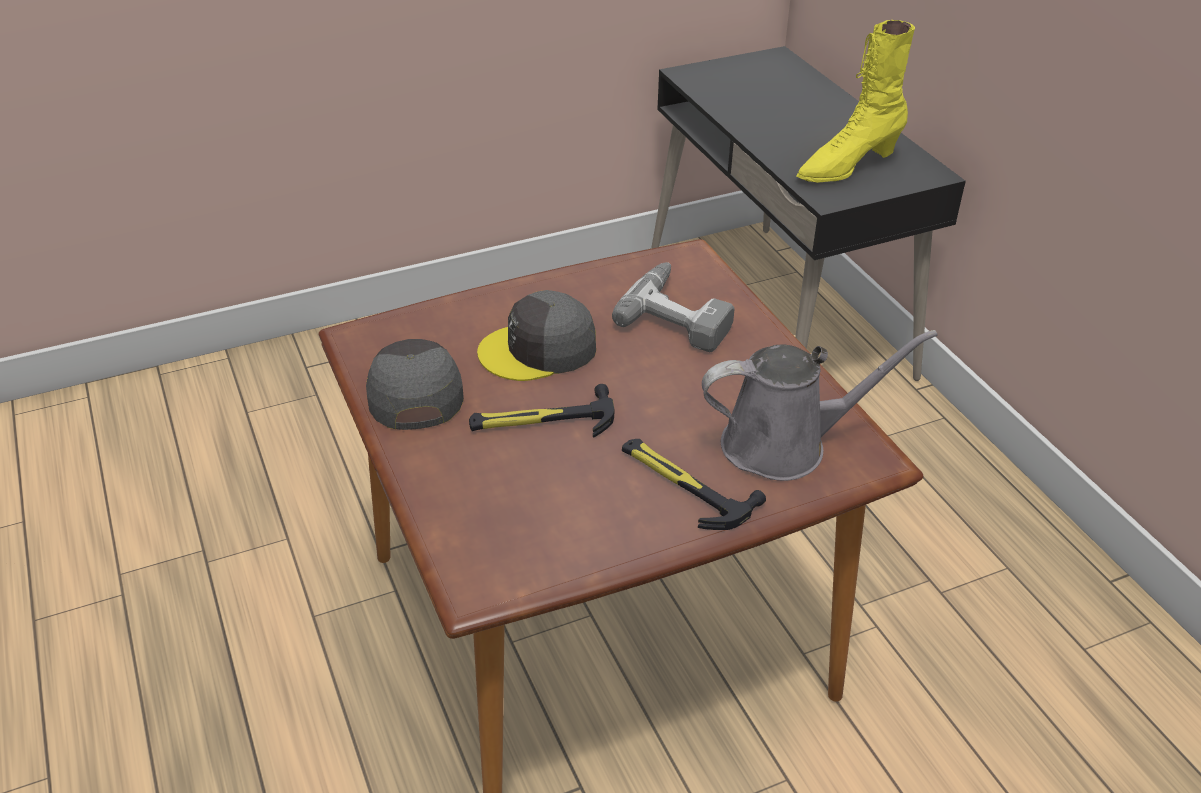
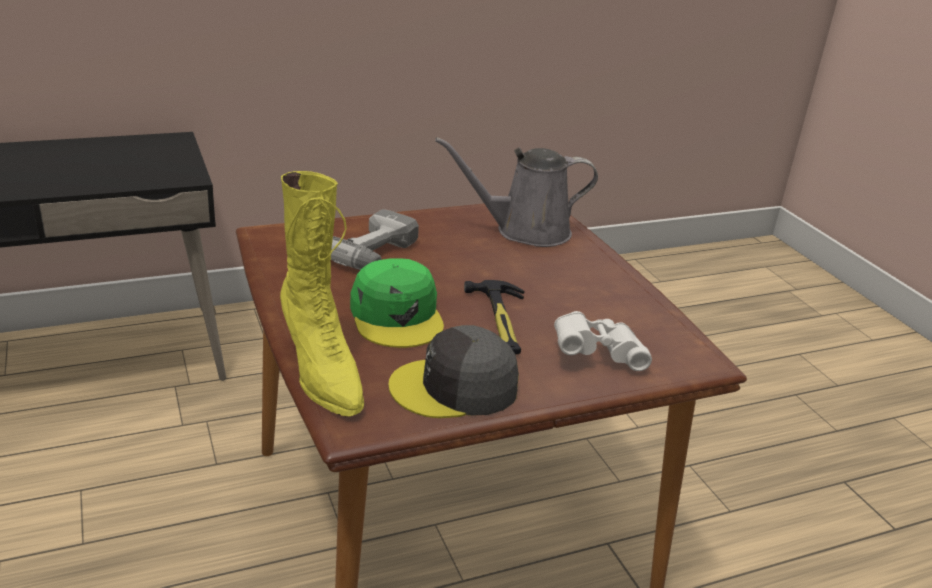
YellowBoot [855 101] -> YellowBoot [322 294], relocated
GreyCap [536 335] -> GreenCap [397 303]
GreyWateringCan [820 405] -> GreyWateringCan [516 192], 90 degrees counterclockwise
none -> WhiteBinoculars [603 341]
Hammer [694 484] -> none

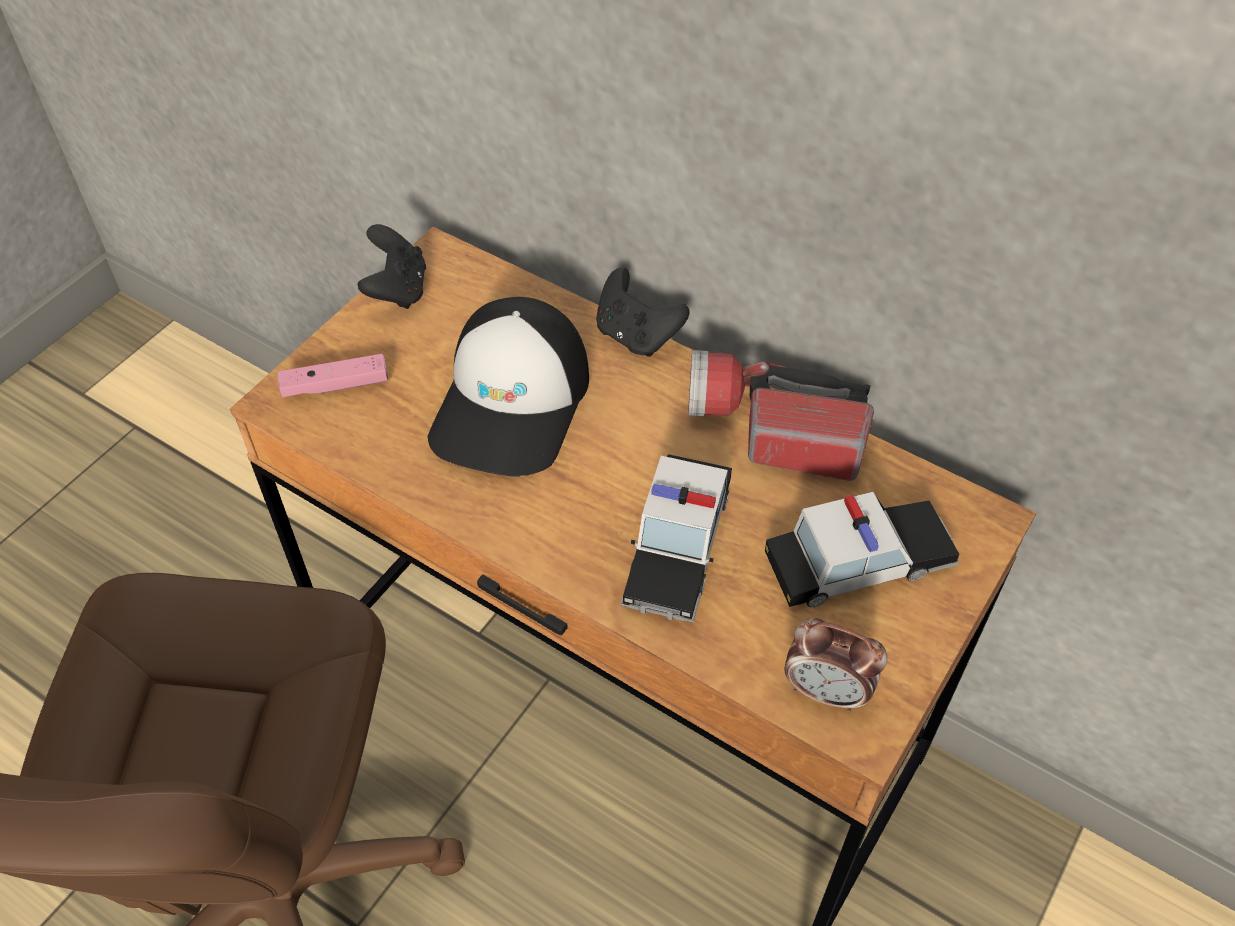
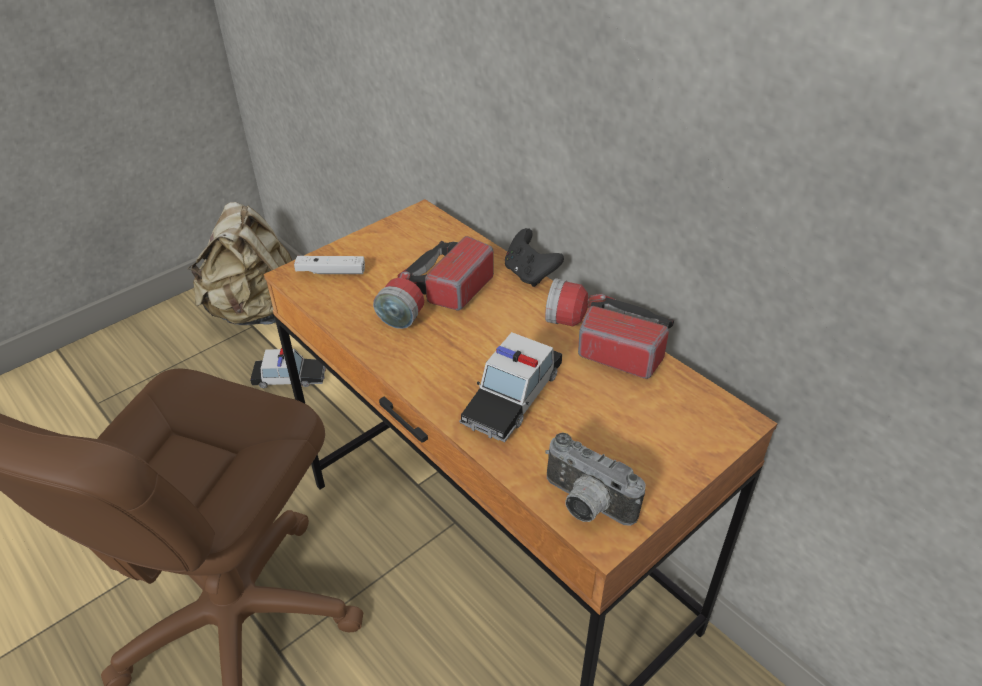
none -> BeigeBackpack [239 263]
ToyCar [862 549] -> ToyCar [288 368], relocated
PinkGameController [333 375] -> WhiteGameController [329 265]
Cap [508 387] -> Flashlight [433 282]
AlarmClock [835 665] -> PhotoCamera [595 479]
BlackGameController [392 266] -> none

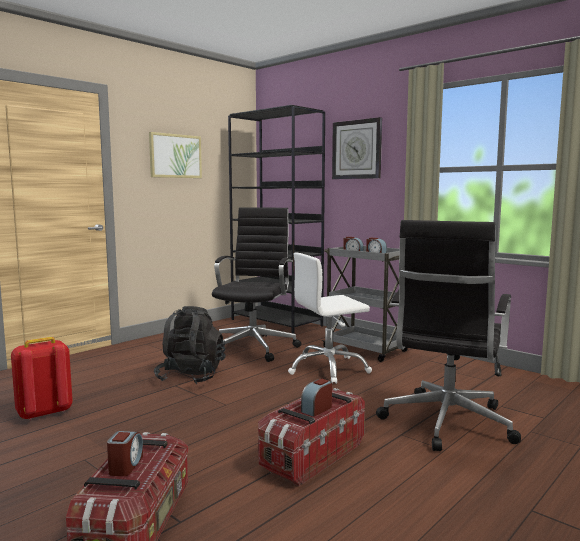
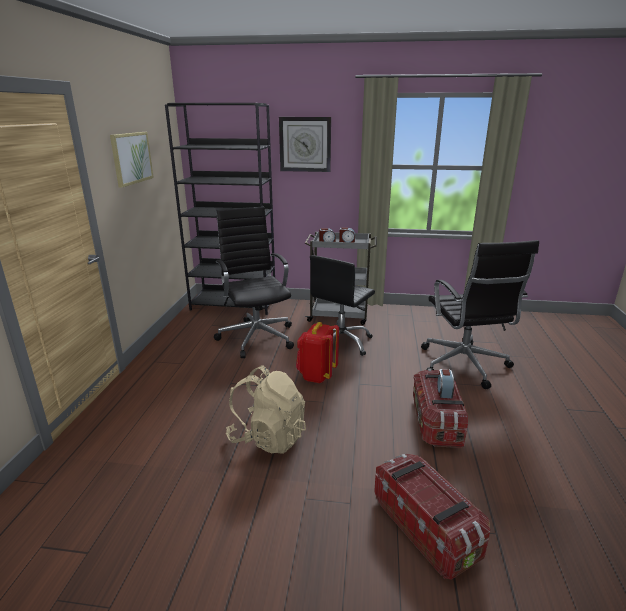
none -> BeigeBackpack [266 409]
RedBackpack [42 378] -> RedBackpack [317 352], relocated
WhiteOfficeChair [330 318] -> BlackOfficeChair [342 305]
AlarmClock [125 453] -> none
BlackBackpack [190 345] -> none

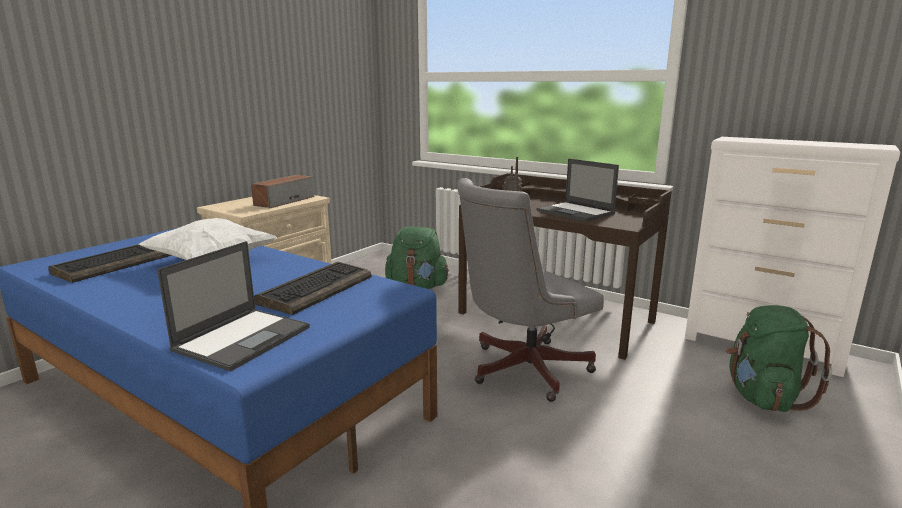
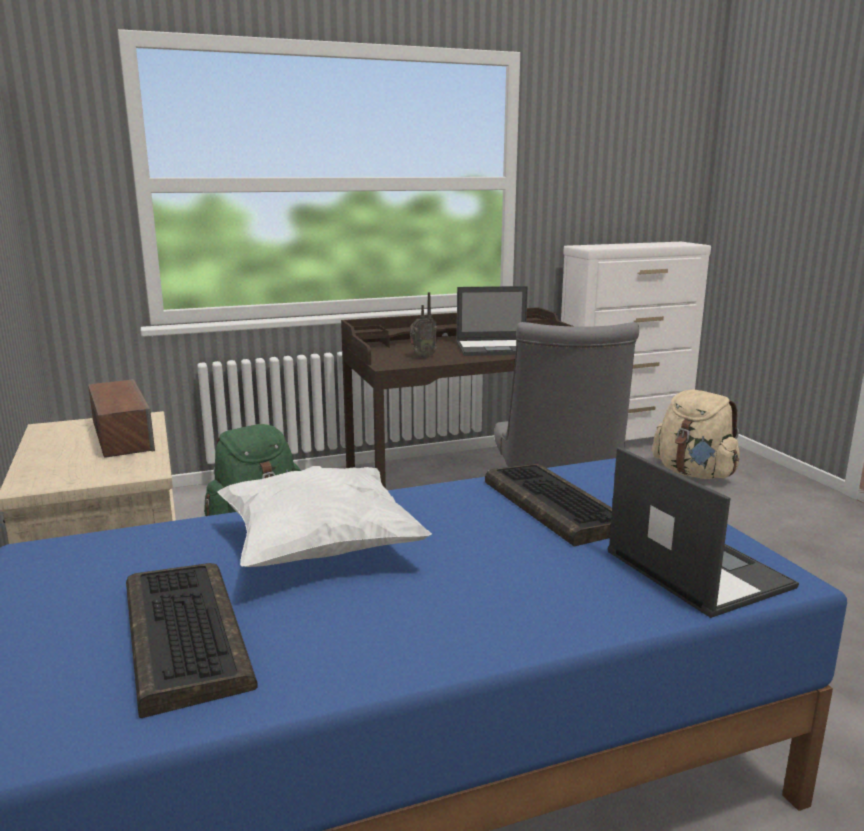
GreenBackpack [779 358] -> BeigeBackpack [696 434]

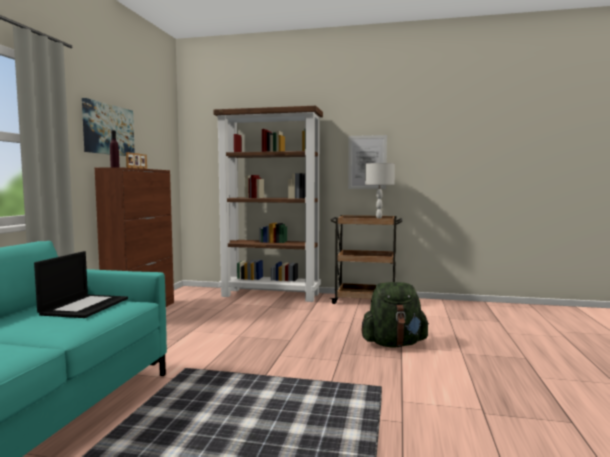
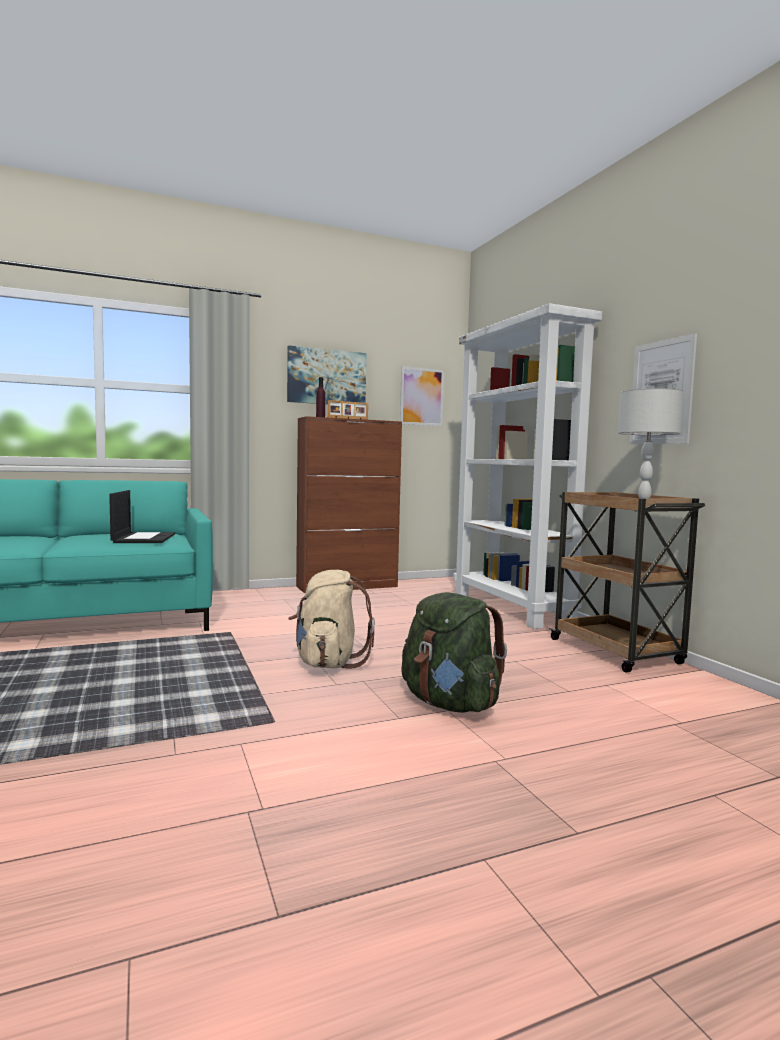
Laptop [81 284] -> Laptop [142 516], 75 degrees counterclockwise
none -> BeigeBackpack [331 619]
none -> Picture [422 396]
BrownBookcase [268 204] -> WhiteBookcase [527 466]

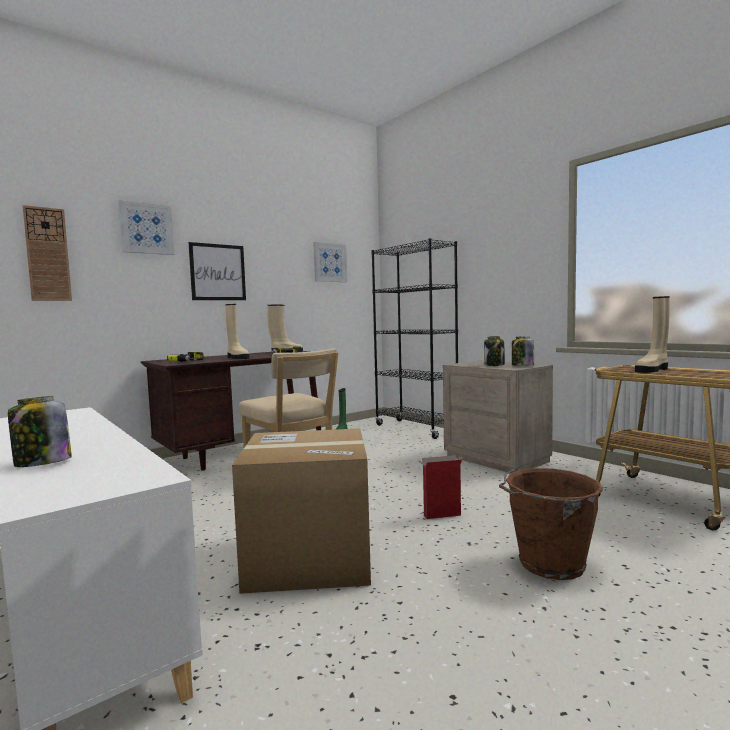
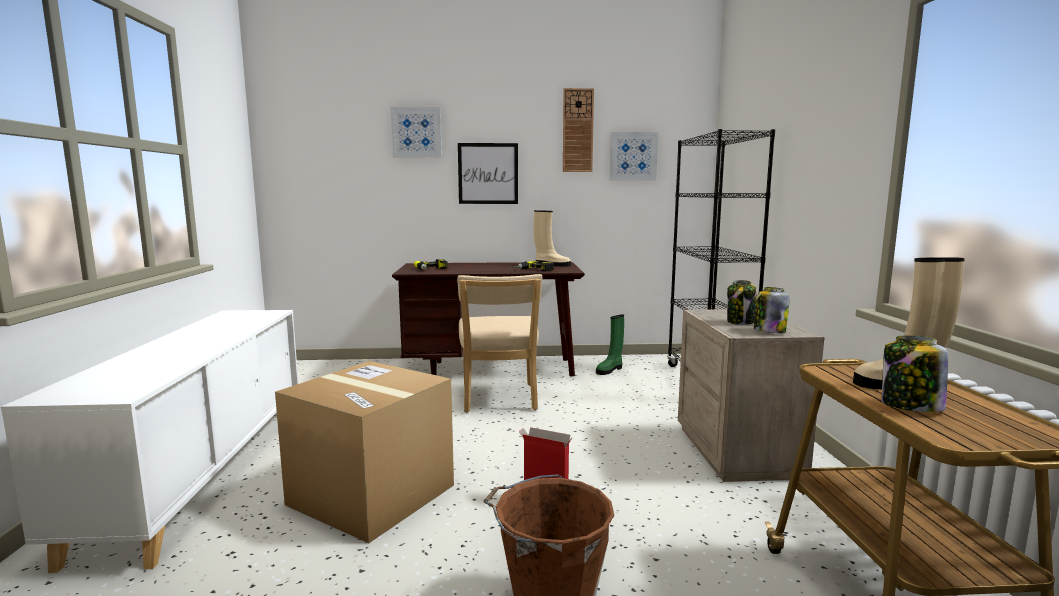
WallClock [47 253] -> WallClock [578 130], relocated
Jar [40 431] -> Jar [915 374], relocated
BeigeBoot [237 331] -> none

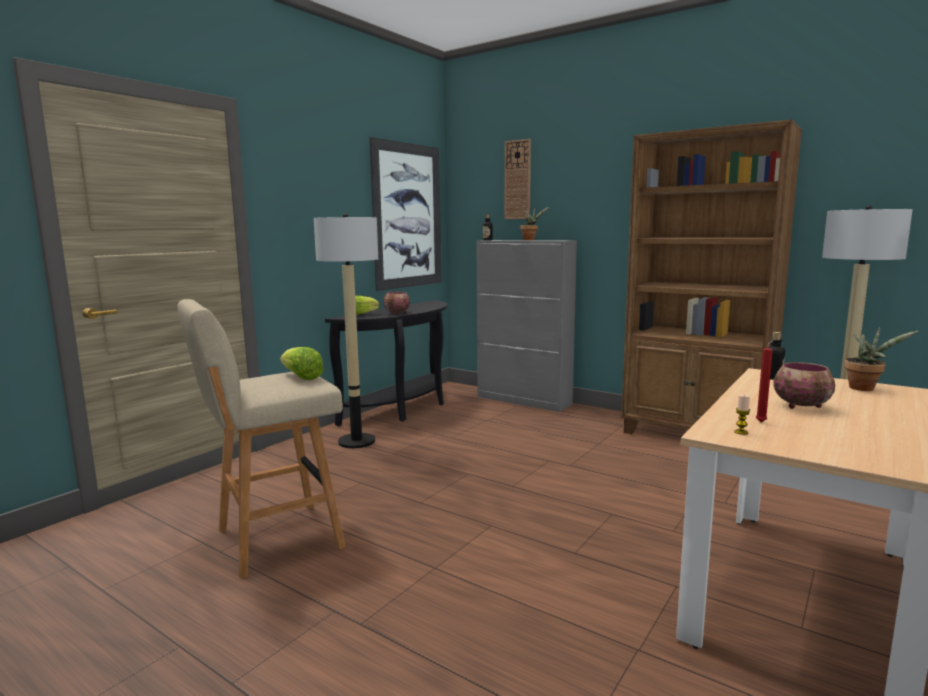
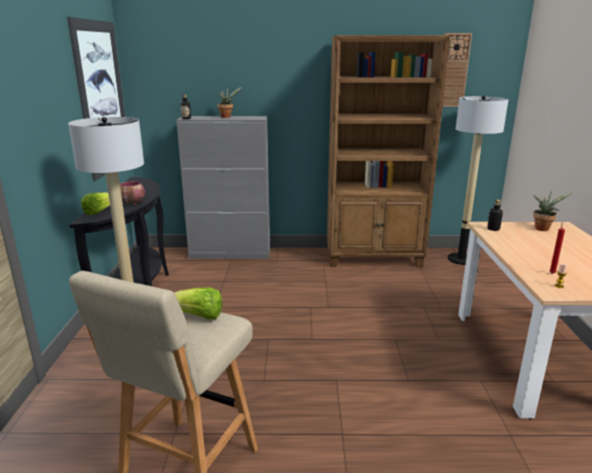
WallClock [518 179] -> WallClock [457 70], relocated
Bowl [804 385] -> none

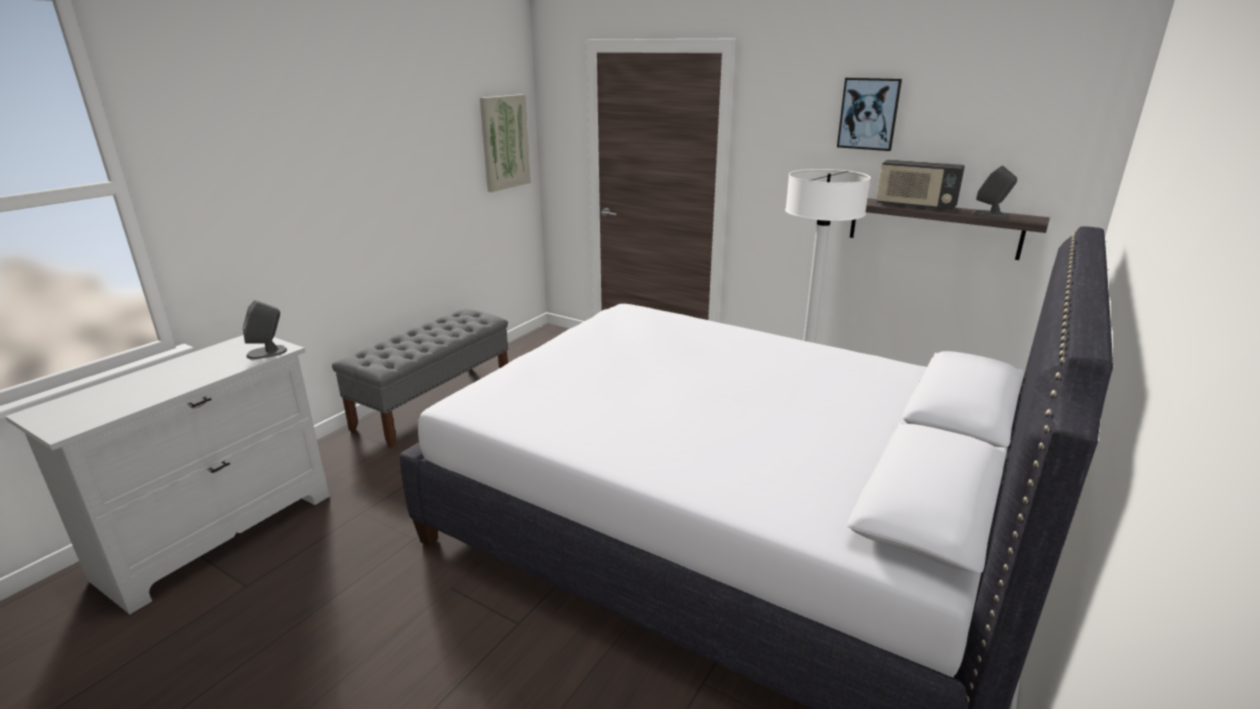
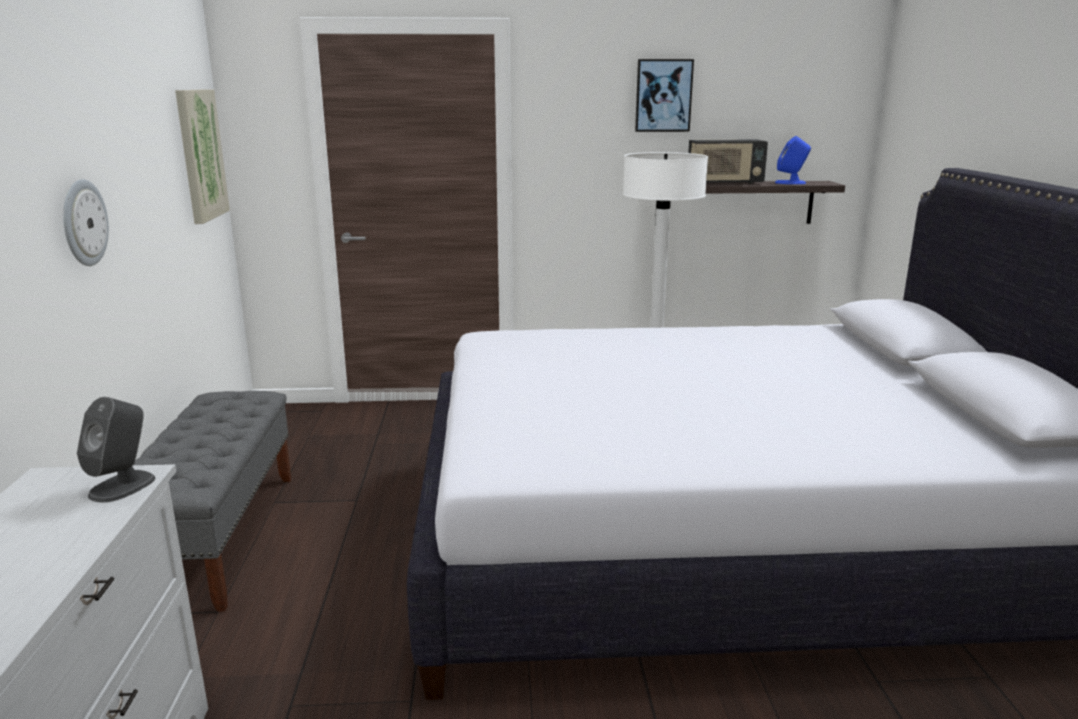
none -> WallClock [86 222]
GreySpeaker [995 191] -> BlueSpeaker [793 160]

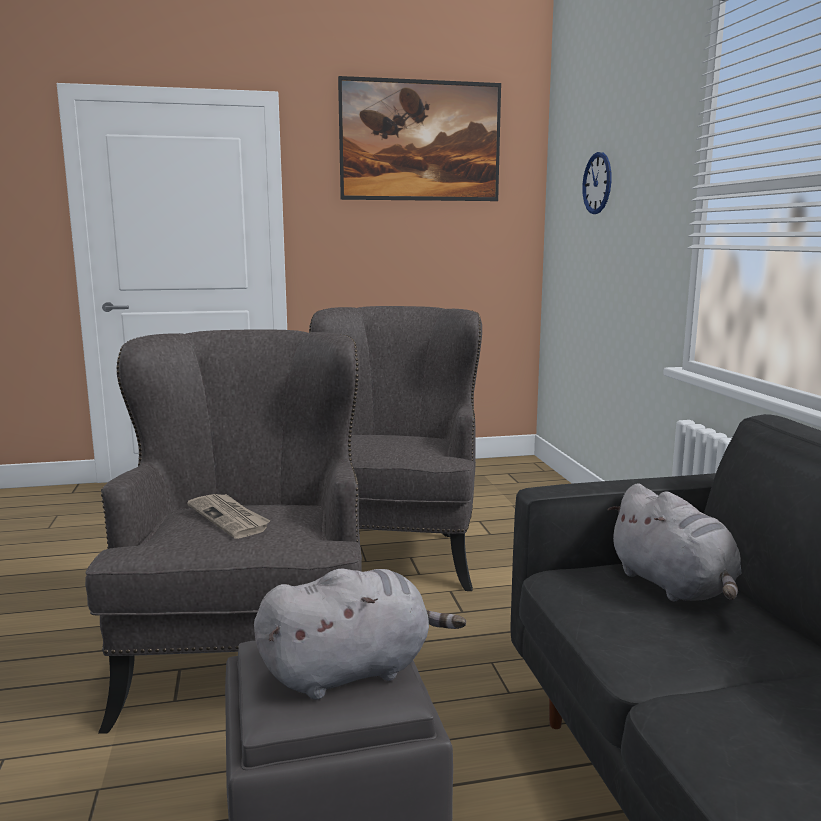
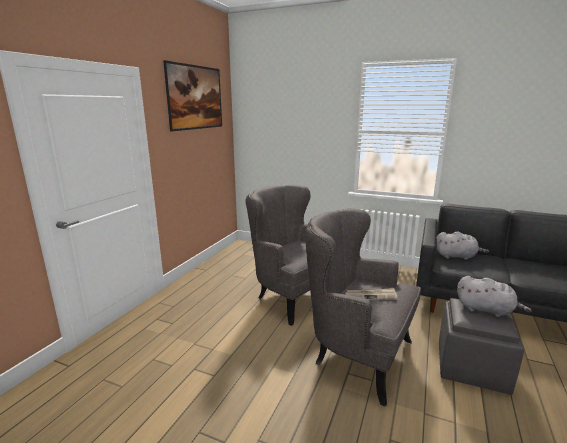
GreyPlushToy [360 634] -> GreyPlushToy [494 296], 105 degrees clockwise
WallClock [597 183] -> none

